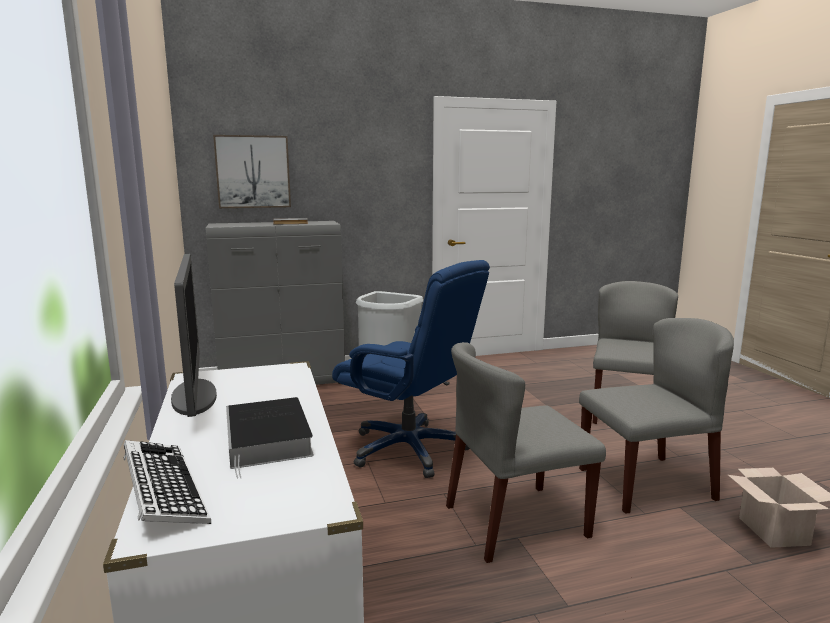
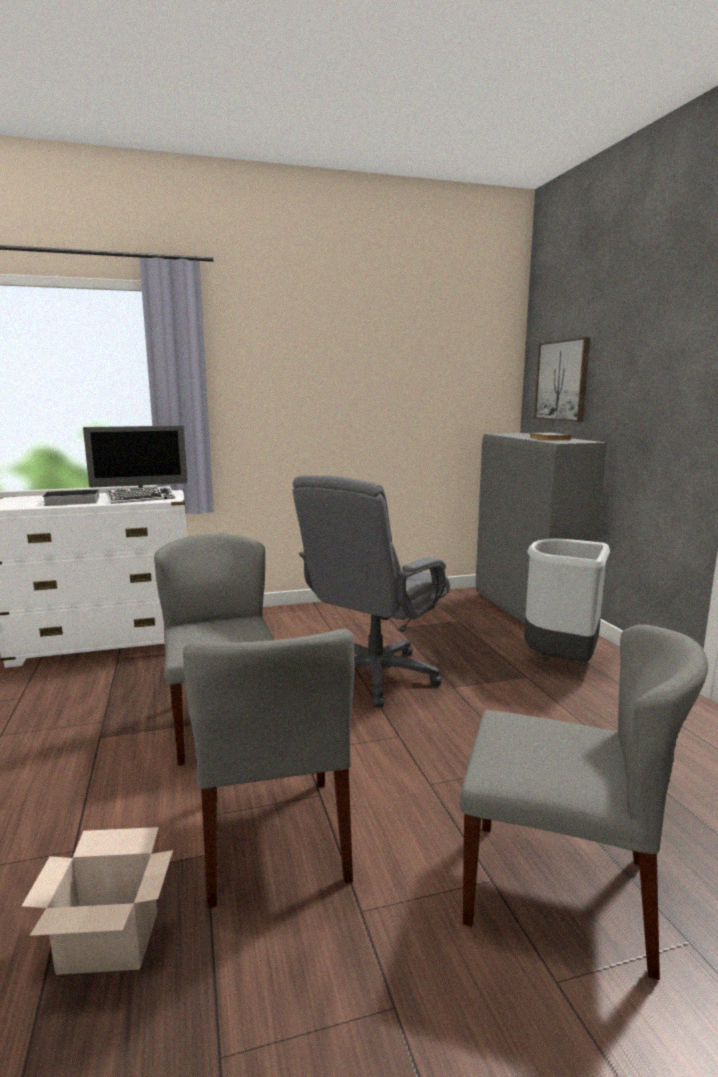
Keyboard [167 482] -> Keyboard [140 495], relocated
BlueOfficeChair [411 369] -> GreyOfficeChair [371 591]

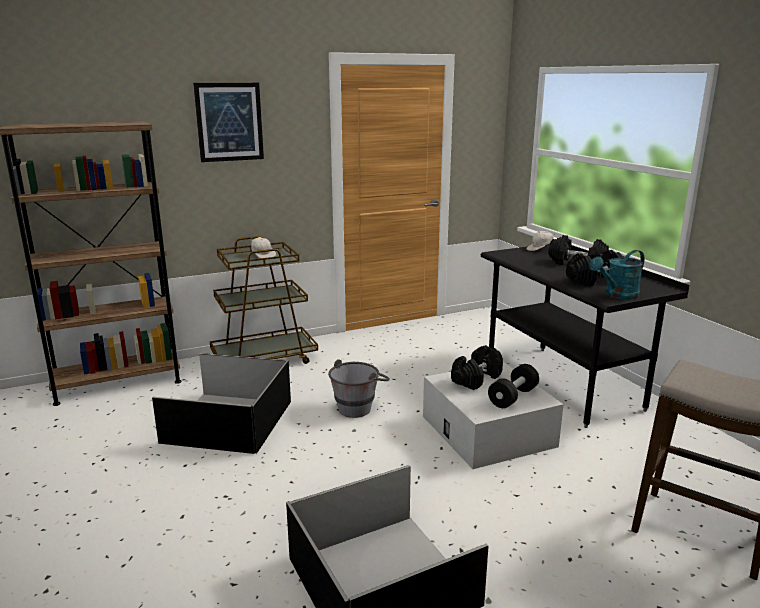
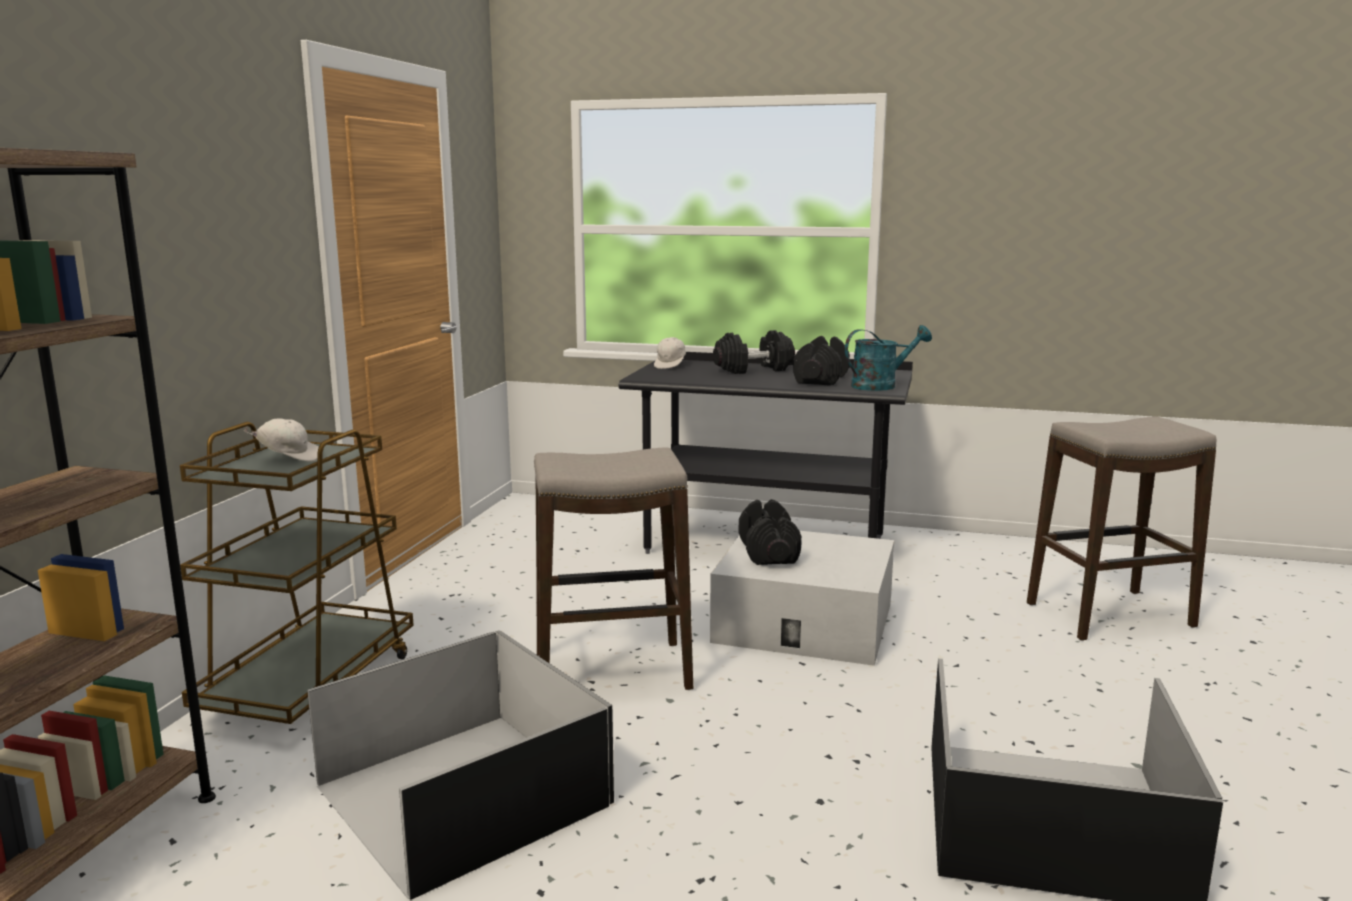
GreyBucket [359 388] -> Stool [613 568]
TurquoiseWateringCan [617 275] -> TurquoiseWateringCan [888 358], 120 degrees counterclockwise
Picture [228 122] -> none
BlackDumbbell [513 386] -> none

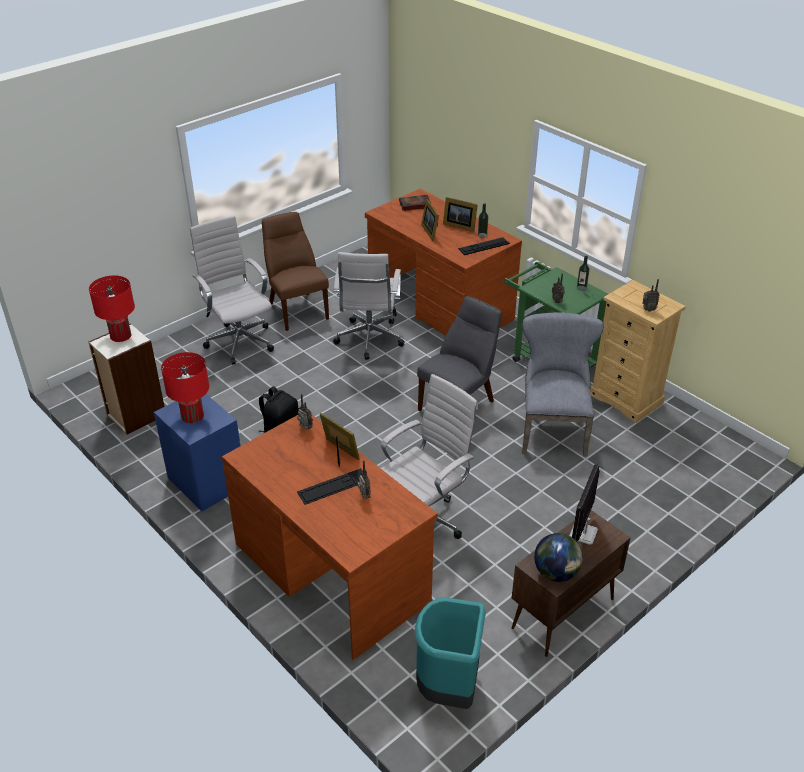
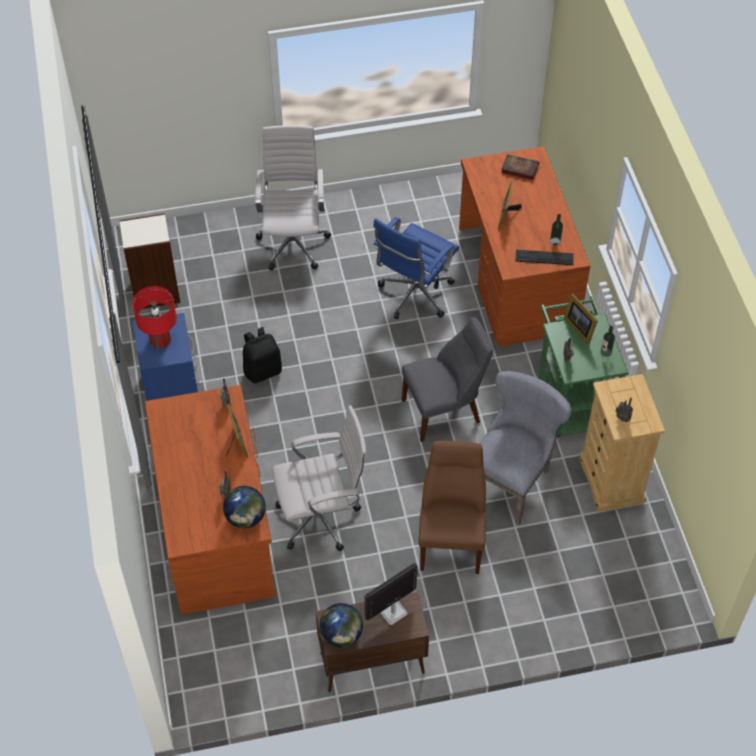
none -> Globe [244 507]
WhiteOfficeChair [368 306] -> BlueOfficeChair [415 268]
BrownChair [295 271] -> BrownChair [452 507], relocated
PictureFrame [460 214] -> PictureFrame [581 319], relocated
RedTableLamp [112 308] -> none
Keyboard [330 486] -> none
TurquoiseTrashCan [450 653] -> none

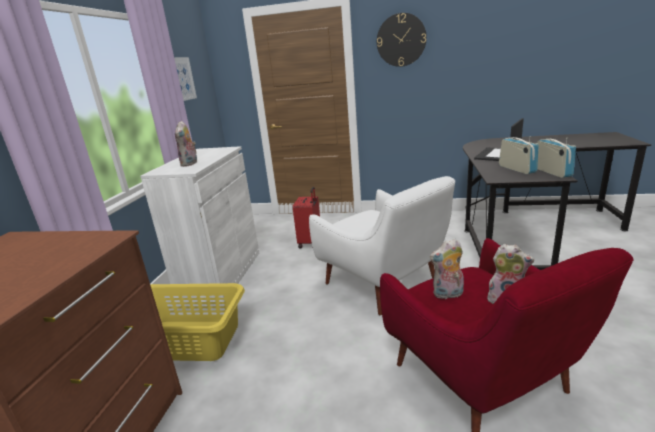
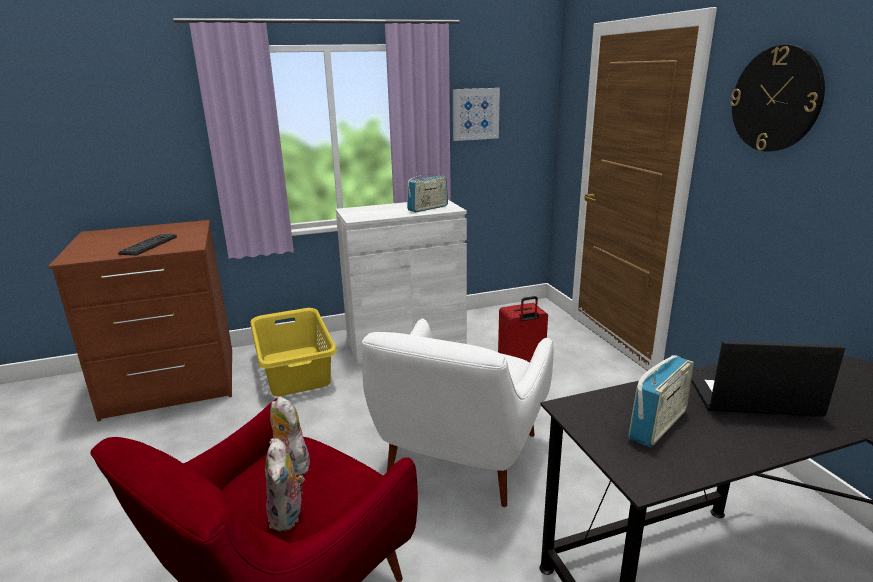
none -> Keyboard [147 245]
Radio [556 158] -> Radio [427 192], relocated
PlushToy [186 144] -> none

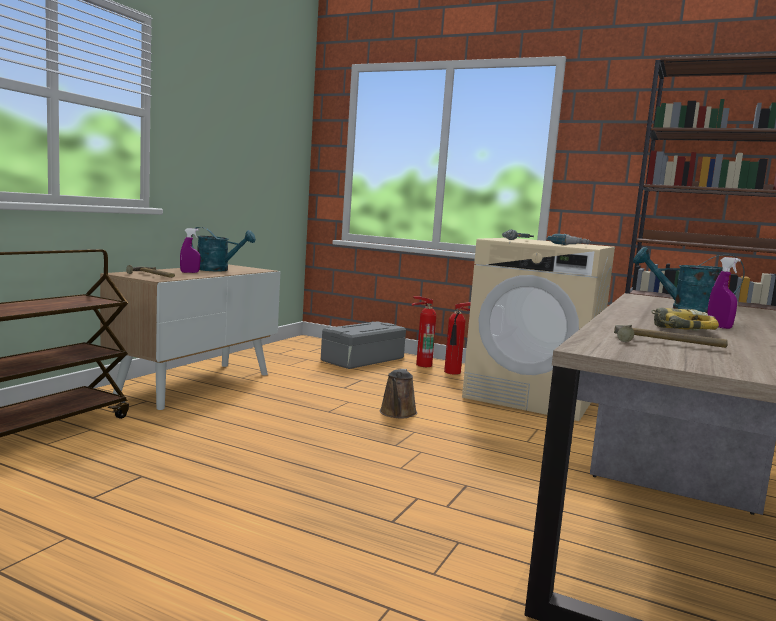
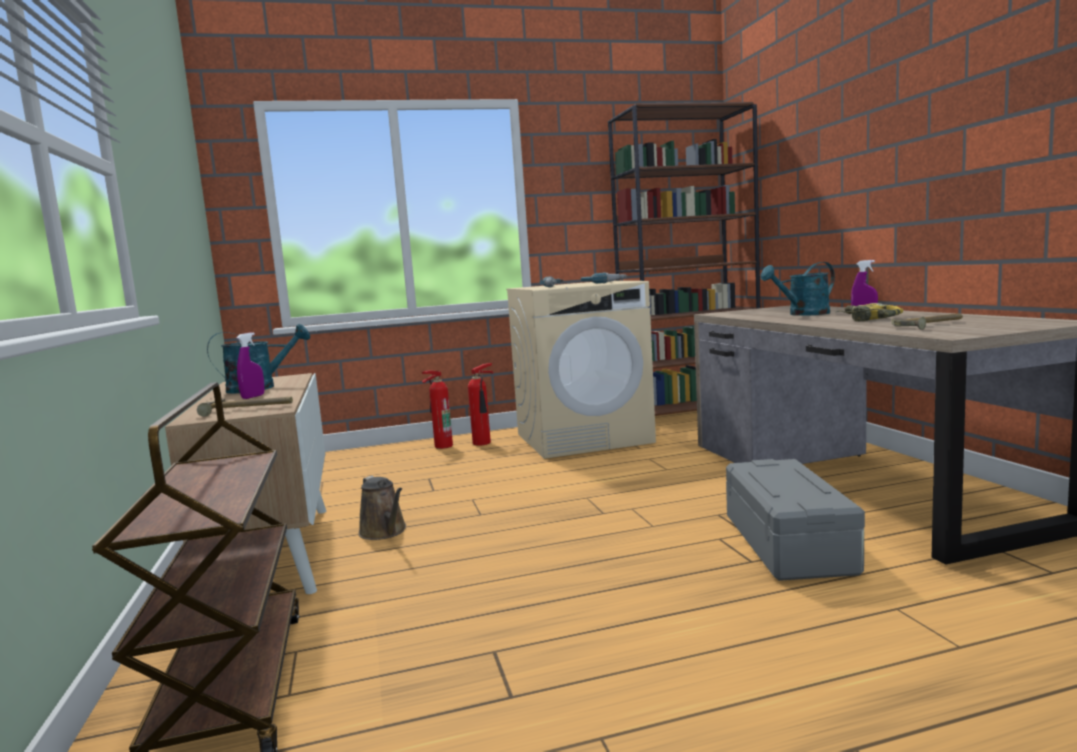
BrownWateringCan [398 393] -> BrownWateringCan [382 508], relocated
GreyStorageBox [363 345] -> GreyStorageBox [795 520], relocated

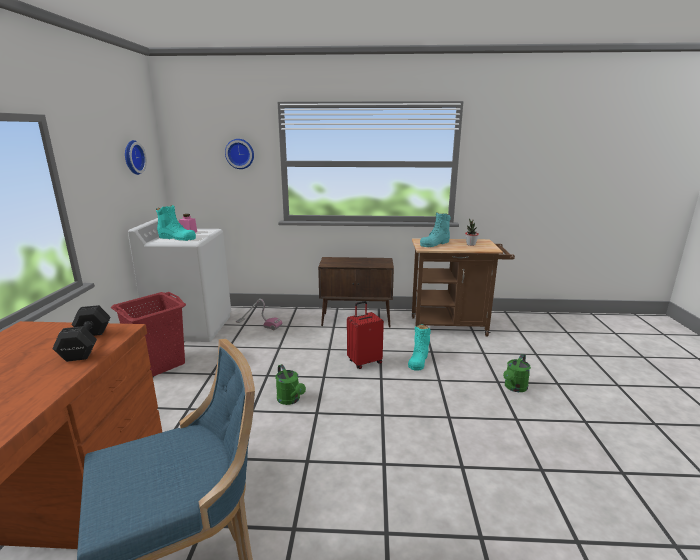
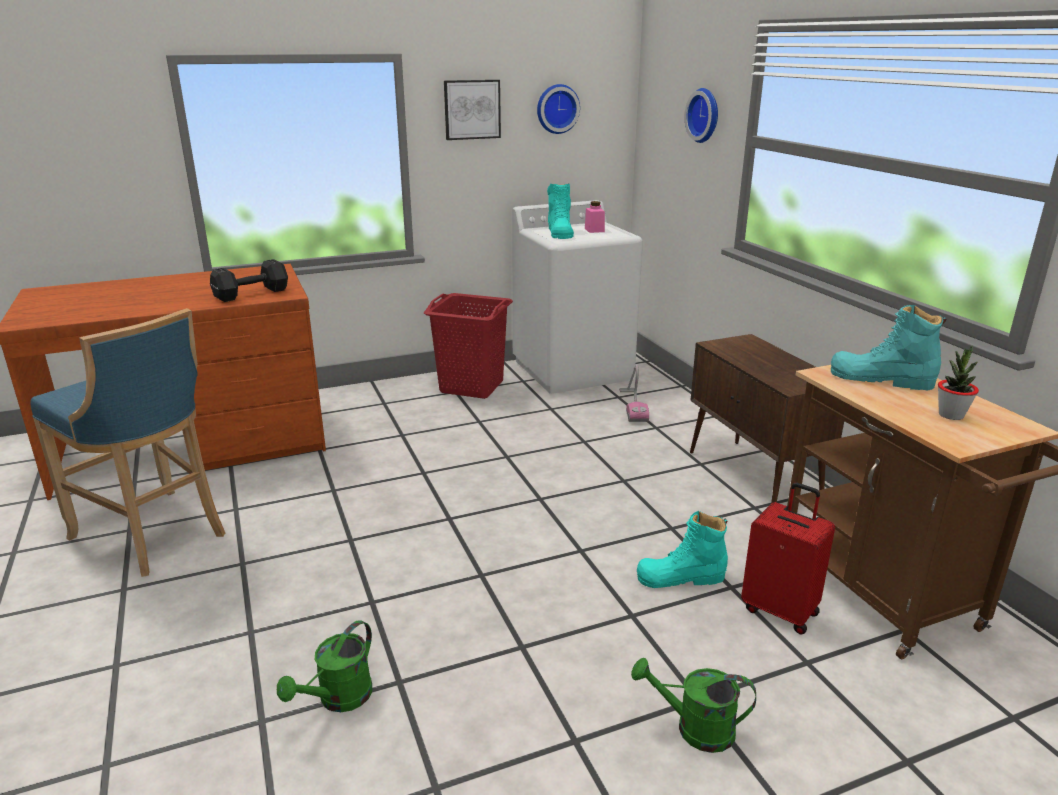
GreenWateringCan [290 384] -> GreenWateringCan [324 666], relocated
none -> Picture [472 110]
RedSuitcase [365 335] -> RedSuitcase [788 559], relocated

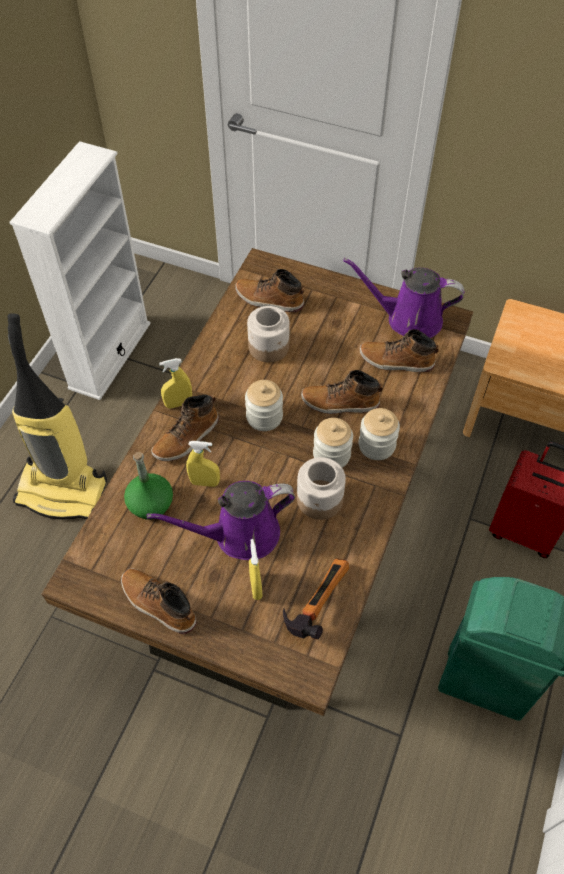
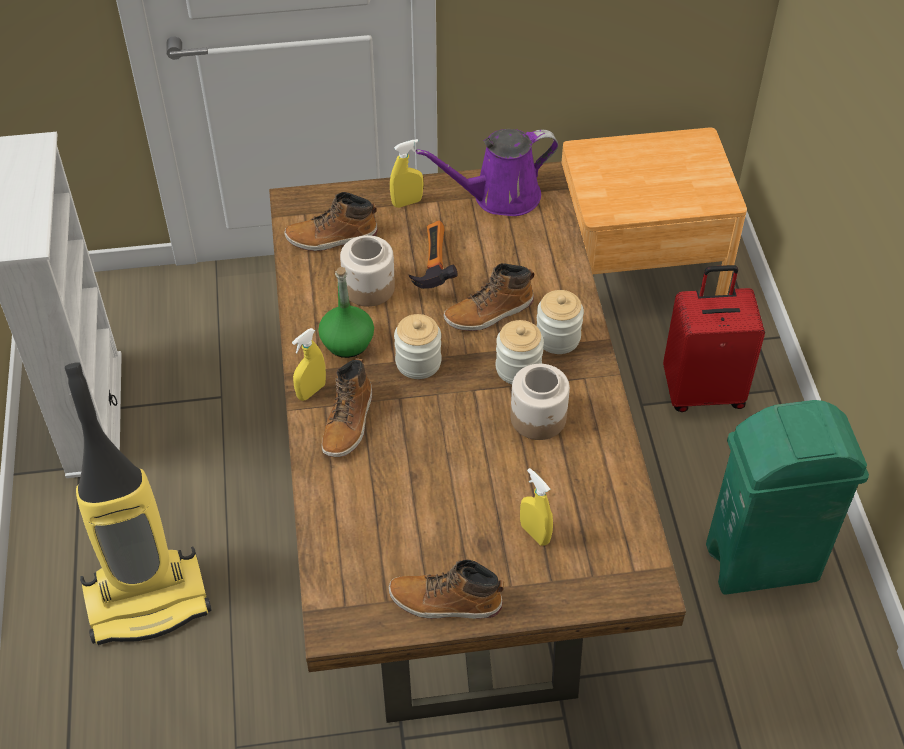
GreenBottle [148 486] -> GreenBottle [346 312], relocated
YellowSprayBottle [203 464] -> YellowSprayBottle [406 173], relocated
Hammer [316 598] -> Hammer [433 255], relocated
PurpleWateringCan [221 520] -> none
Boot [399 350] -> none

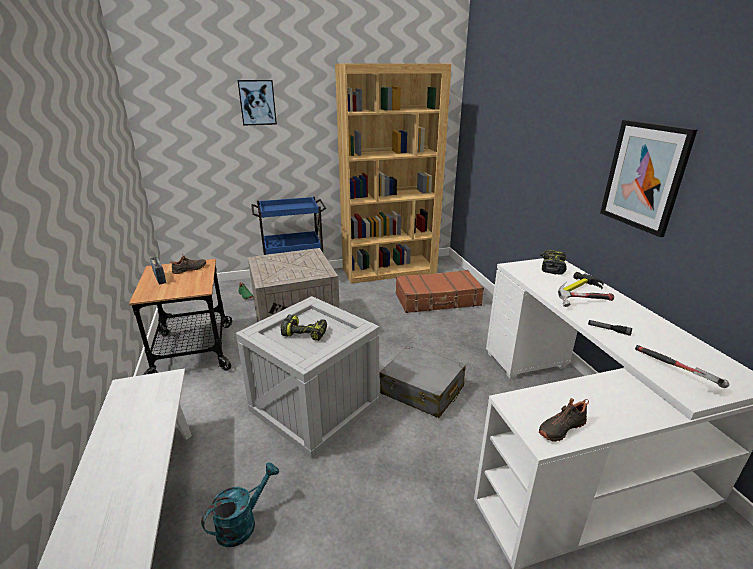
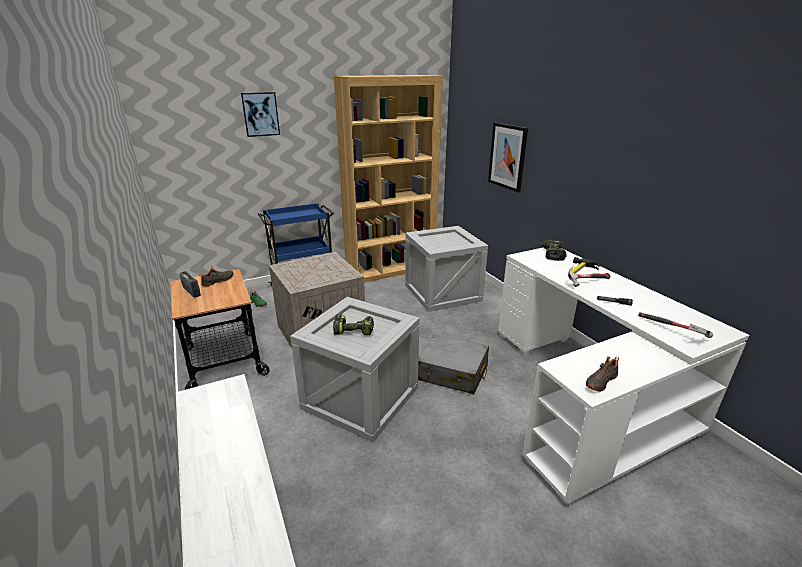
BrownSuitcase [440 291] -> Crate [446 269]
Picture [649 178] -> Picture [508 157], relocated
TurquoiseWateringCan [240 504] -> none

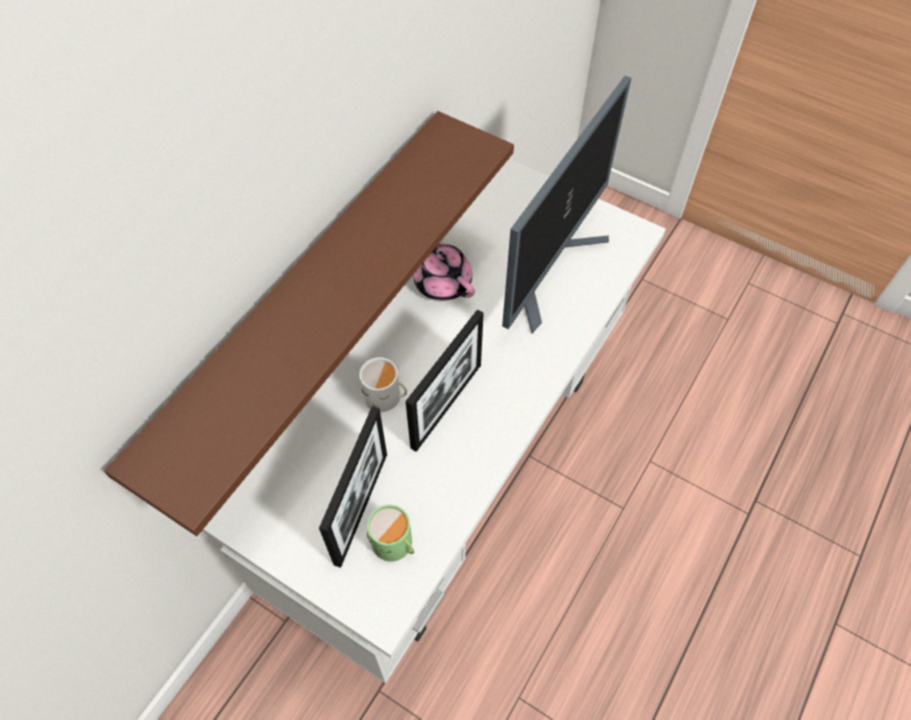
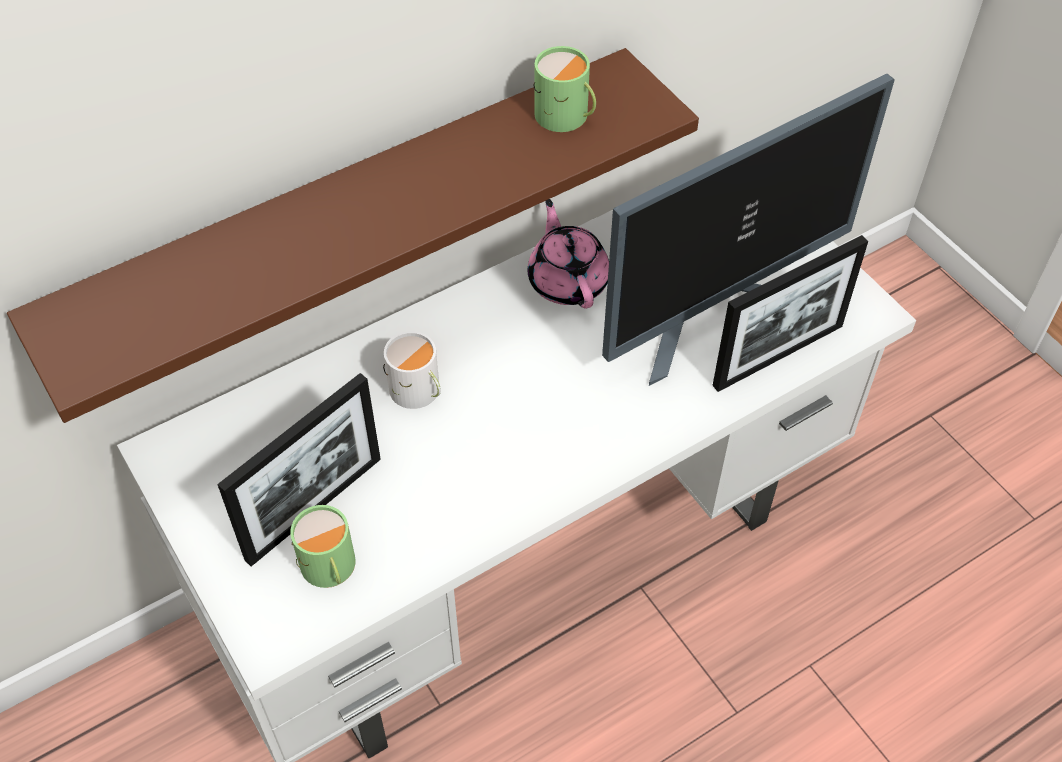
none -> GreenMug [565 89]
PictureFrame [444 380] -> PictureFrame [790 313], relocated

